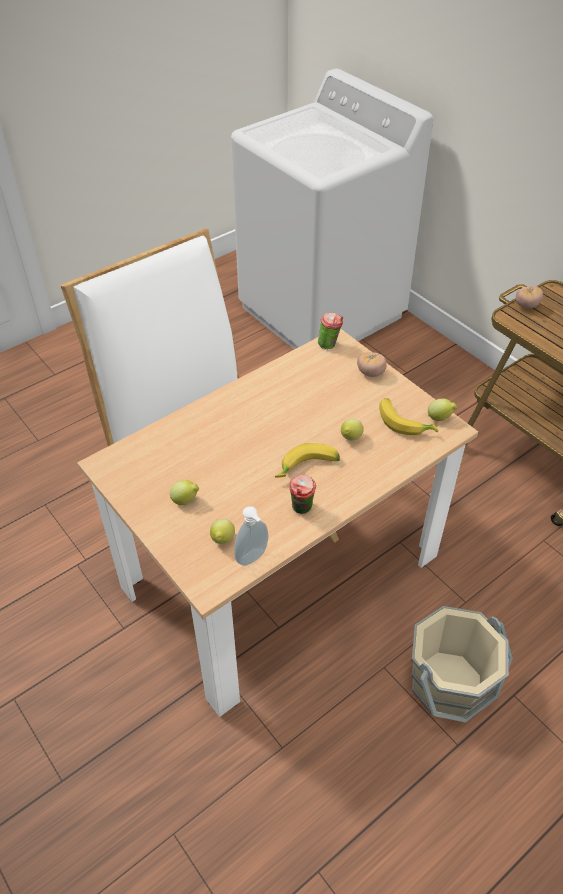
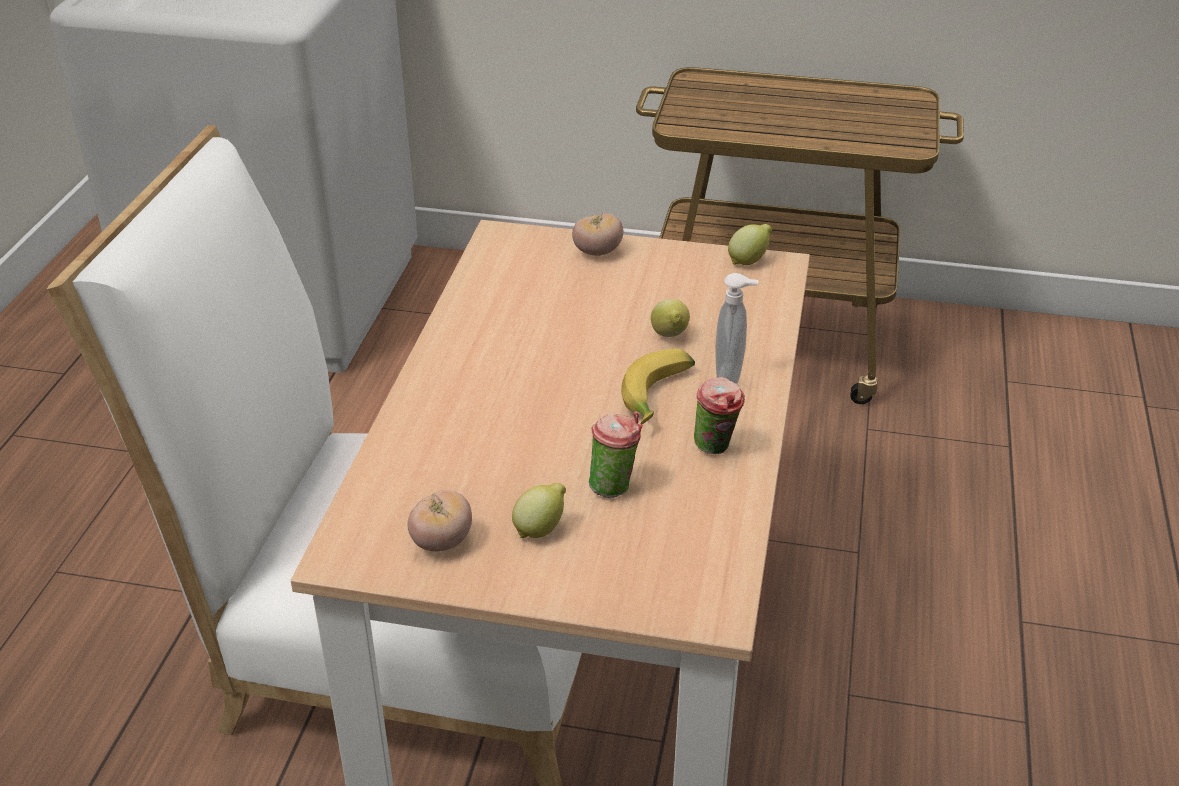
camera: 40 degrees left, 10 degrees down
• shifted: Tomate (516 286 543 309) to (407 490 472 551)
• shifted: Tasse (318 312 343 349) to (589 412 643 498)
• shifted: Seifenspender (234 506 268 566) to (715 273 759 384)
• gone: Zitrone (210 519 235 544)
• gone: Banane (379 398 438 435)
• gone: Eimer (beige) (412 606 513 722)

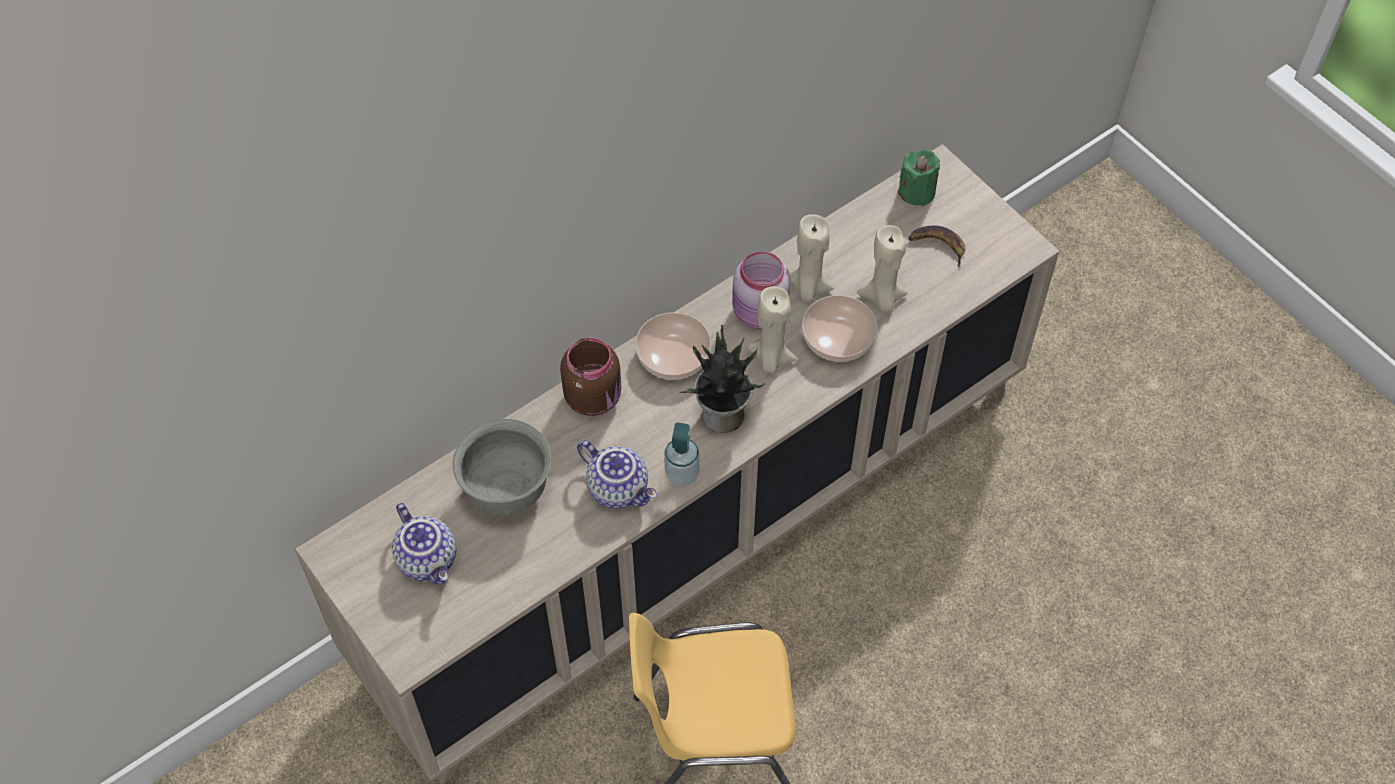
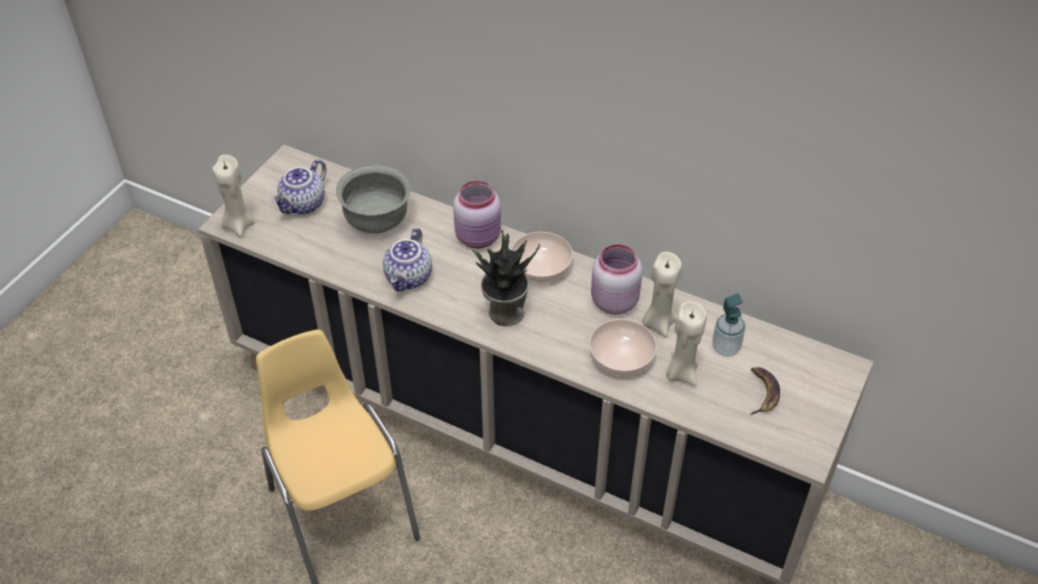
camera: 65 degrees right, 10 degrees down
• shifted: Kerze (beige) (747 286 797 374) to (212 155 255 237)
• repainted: Vorratsglas (braun) (560 337 622 416) to Vorratsglas (rosa) (453 181 501 249)
• shifted: Seifenspender (664 422 699 486) to (712 293 745 357)
• gone: Kerze (grün) (898 149 940 206)

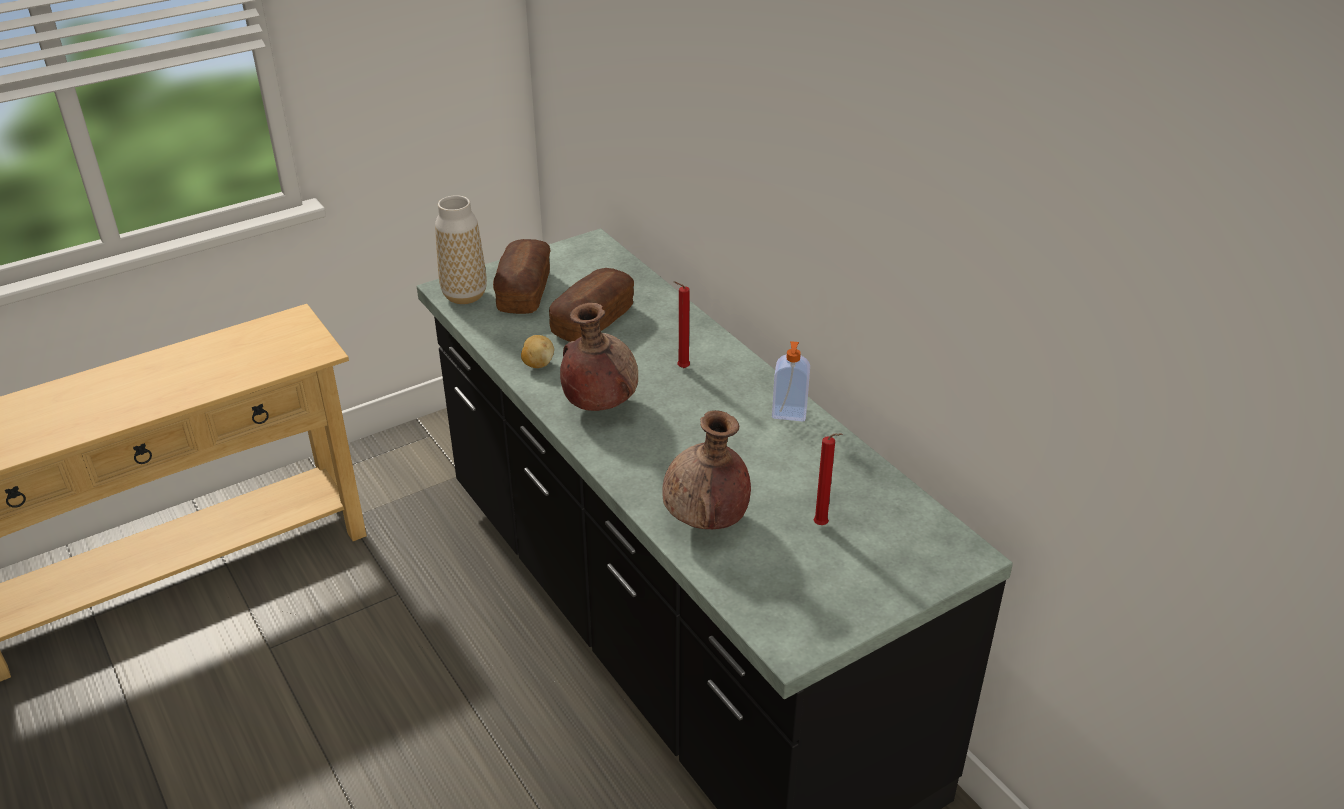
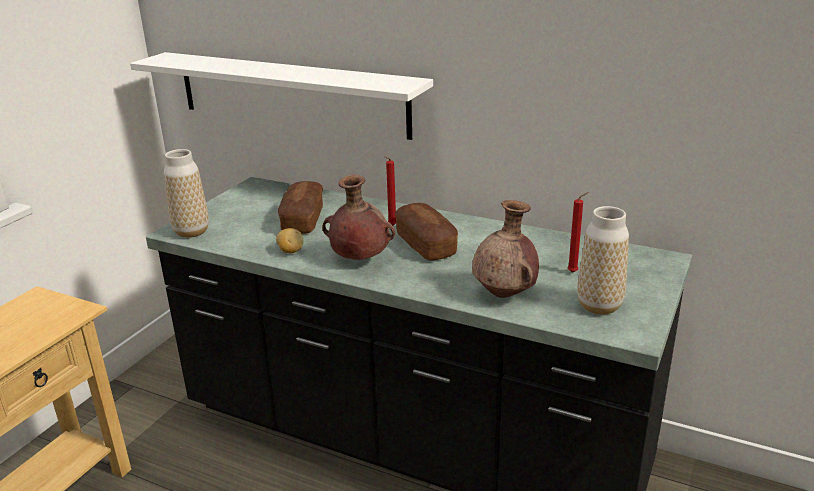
camera: 30 degrees left, 10 degrees down
• new: Wandregal (weiß) (130 52 433 140)
• shifted: Brot (493 239 550 314) to (395 203 458 261)
• new: Vase (577 206 629 315)
• gone: Seifenspender (772 341 810 421)

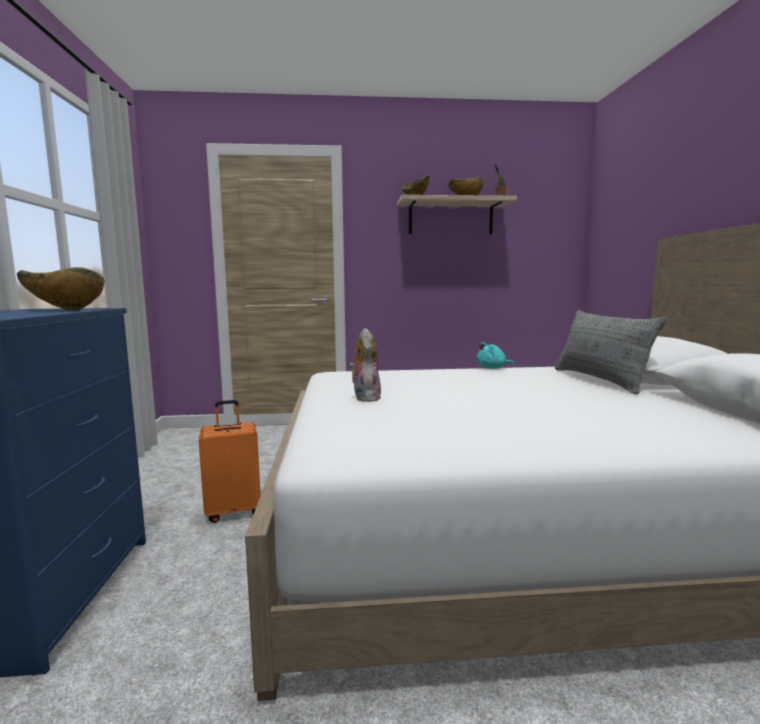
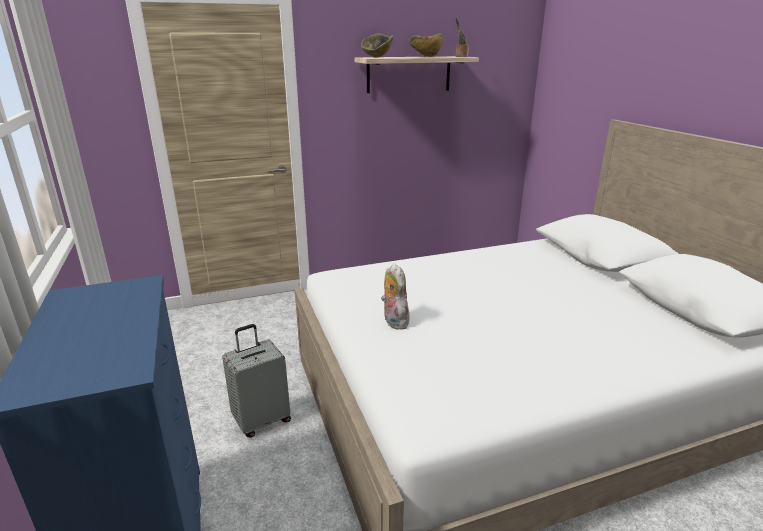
camera: 15 degrees left, 15 degrees up
• repainted: Koffer (orange) (199 400 261 523) to Koffer (grau) (222 324 291 437)
• gone: Schüssel (17 267 105 310)
• gone: Plüschtier (türkis) (477 342 514 369)
• gone: Kissen (grau) (555 310 667 394)

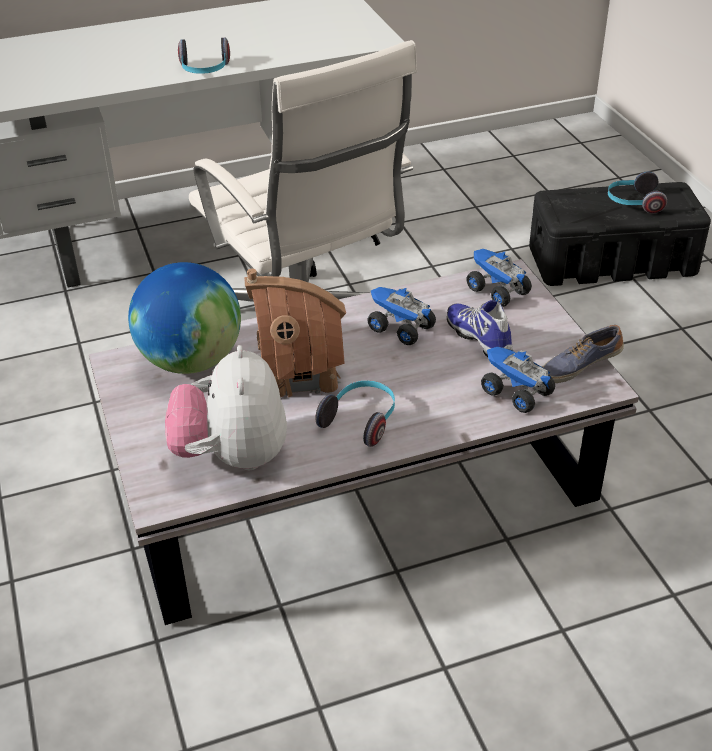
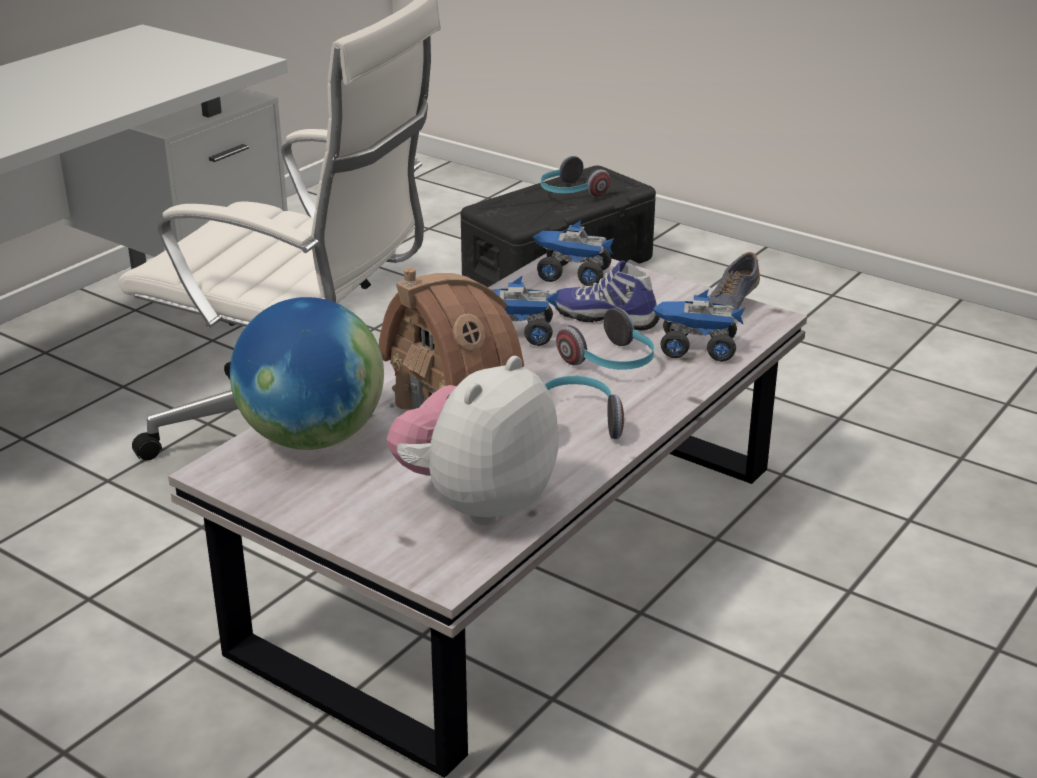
camera: 35 degrees left, 10 degrees down
• rotated: Plüschtier (165 345 287 470) = (387 356 559 526) 75 degrees clockwise
• shifted: Kopfhörer (178 37 230 74) to (556 307 654 370)

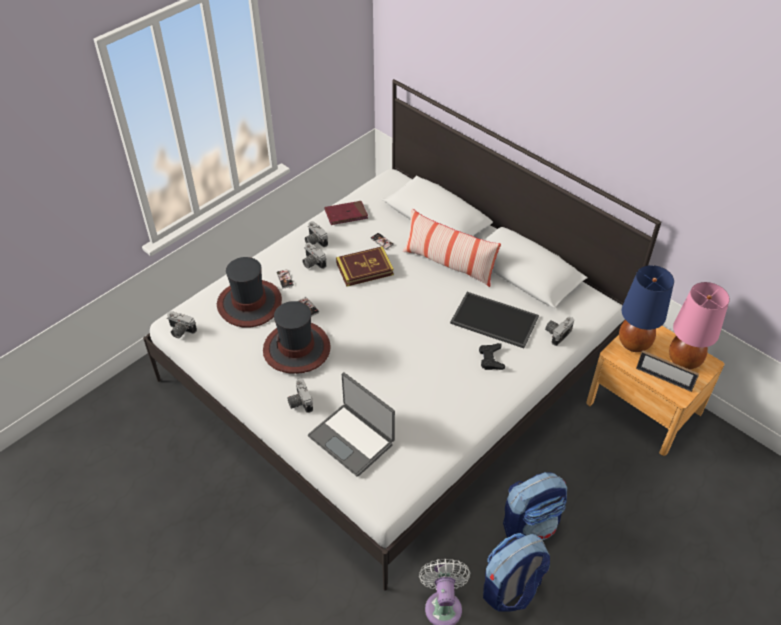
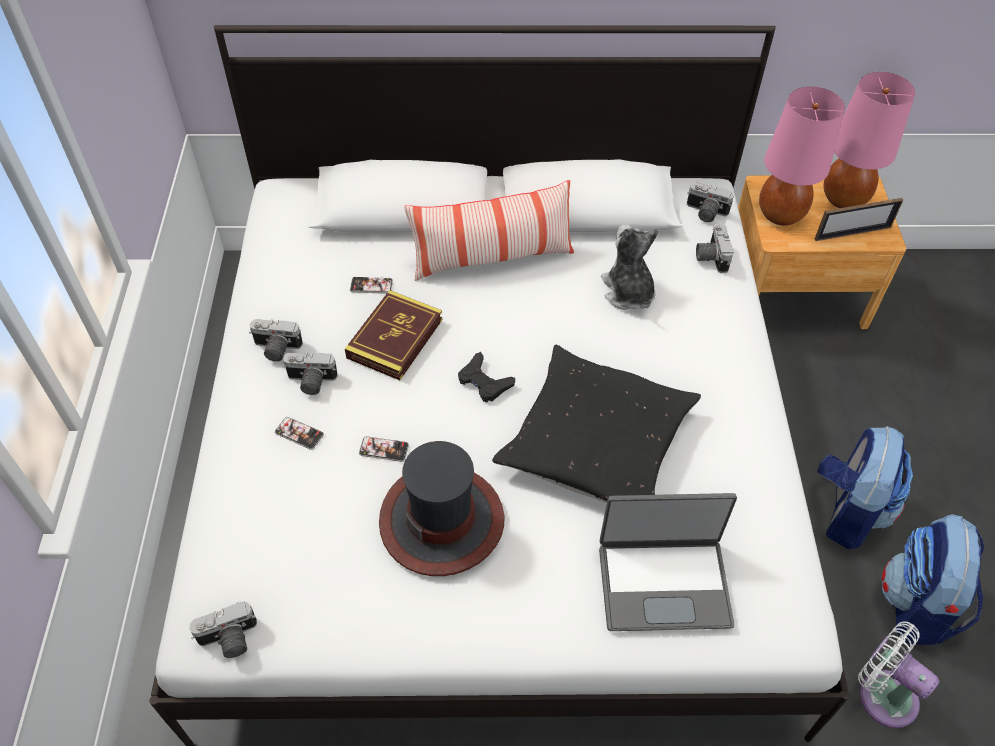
camera: 45 degrees left, 5 degrees up
• shifted: Gamepad (schwarz) (479 343 505 370) to (458 352 515 402)
• new: Kissen (schwarz) (492 344 701 503)
• swapped: Tablett (450 292 539 348) to Plüschtier (601 224 659 310)
• shifted: Kamera (287 378 313 413) to (687 182 734 222)
• repainted: Tischlampe (blau) (619 265 674 352) to Tischlampe (rosa) (759 86 845 226)
• gone: Hut (217 257 282 328)
• gone: Buch (rot) (325 201 368 225)

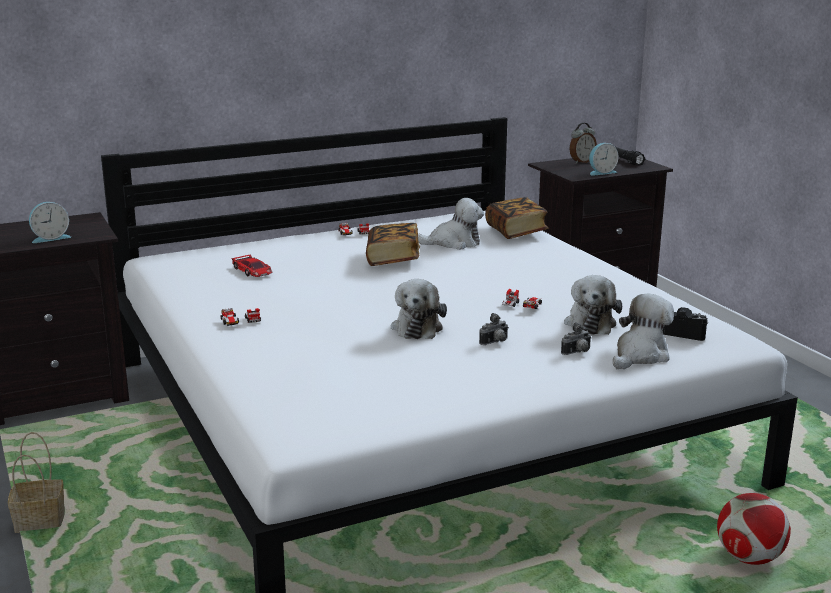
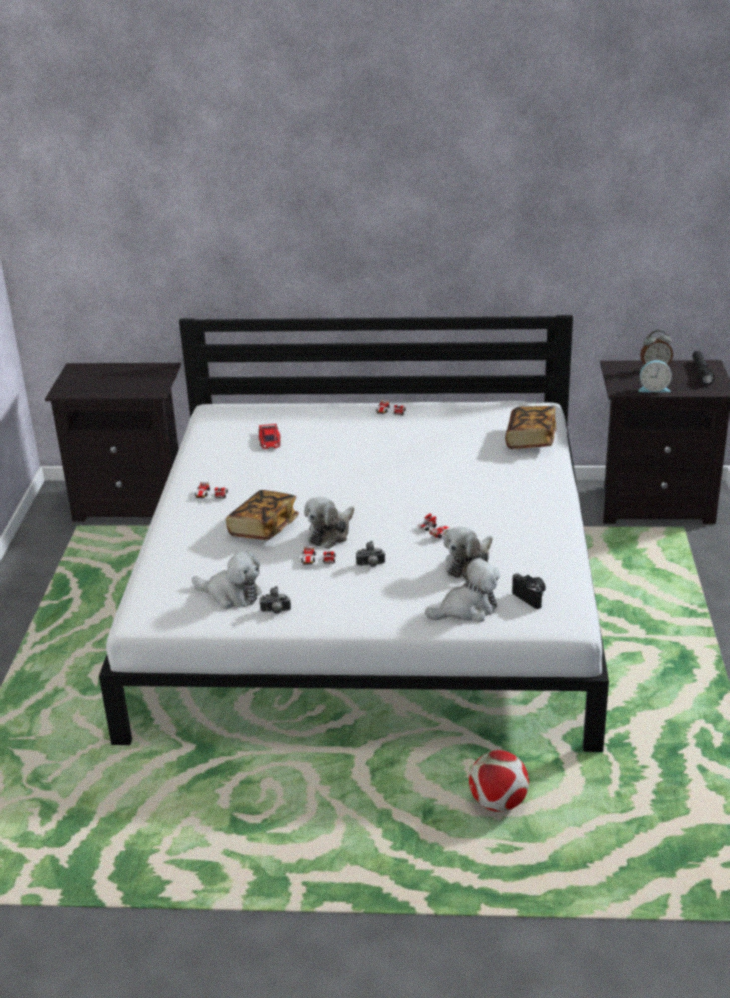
camera: 30 degrees right, 10 degrees up
• shifted: Plüschtier (418 198 484 250) to (192 551 262 609)
• shifted: Buch (366 223 420 266) to (226 490 299 540)
• shifted: Kamera (561 322 591 355) to (259 586 291 614)
• new: Spielzeugauto (301 546 335 565)
• gone: Korb (8 432 65 533)
• gone: Wecker (29 202 71 243)

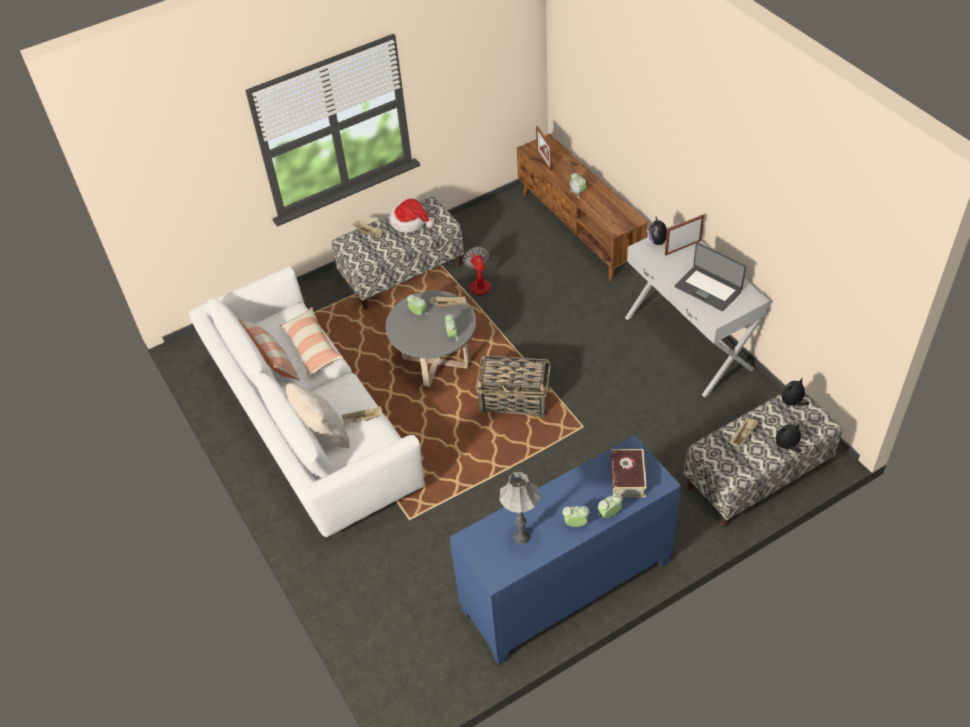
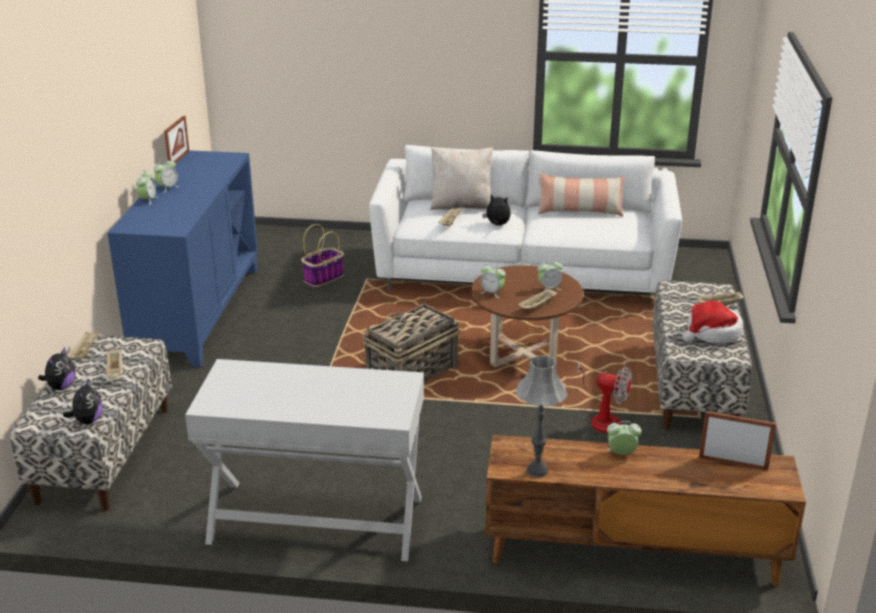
camera: 125 degrees right, 20 degrees down
• new: Tablett (beige) (66 331 101 359)
• shifted: Bilderrahmen (665 215 704 255) to (164 115 189 163)
• new: Korb (301 224 344 287)
• repainted: Couchtisch (grau) (386 291 476 387) to Couchtisch (braun) (471 265 583 368)
• shifted: Plüschtier (648 217 667 245) to (482 195 511 226)
• shifted: Tischlampe (grau) (499 472 540 544) to (516 355 568 477)
• gone: Kissen (280 307 343 377)
• gone: Buch (610 449 647 497)
• gone: Laptop (675 242 746 311)

